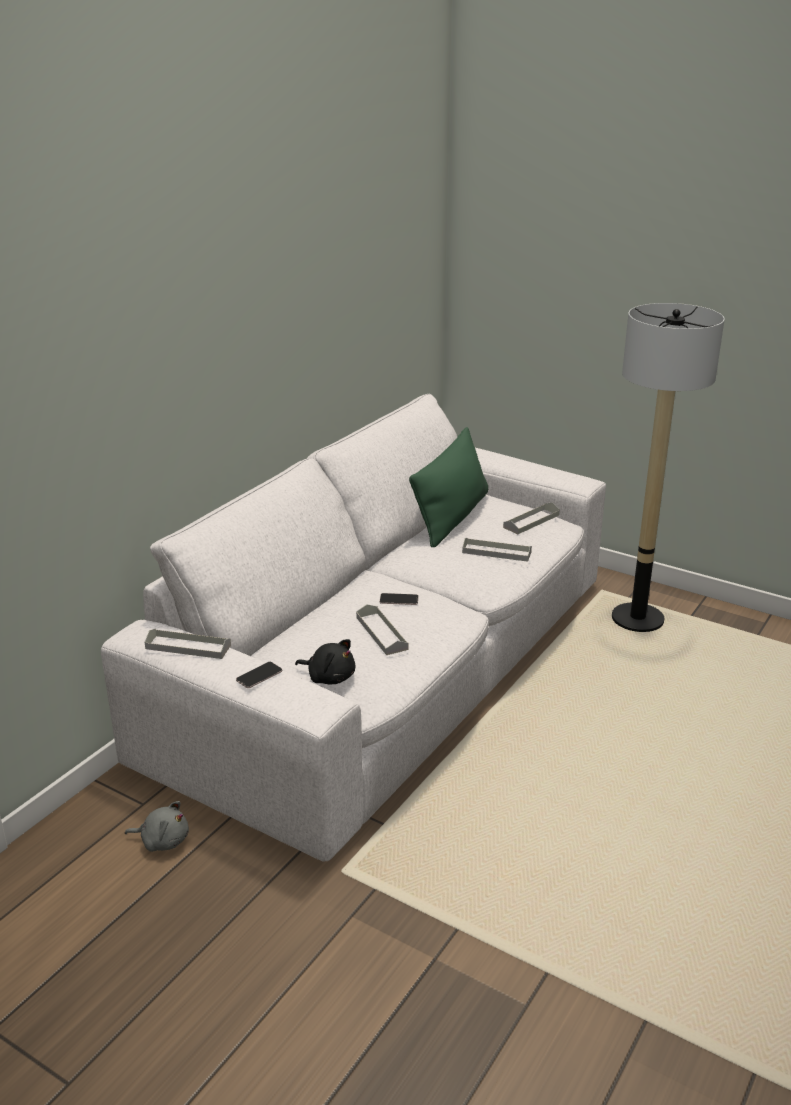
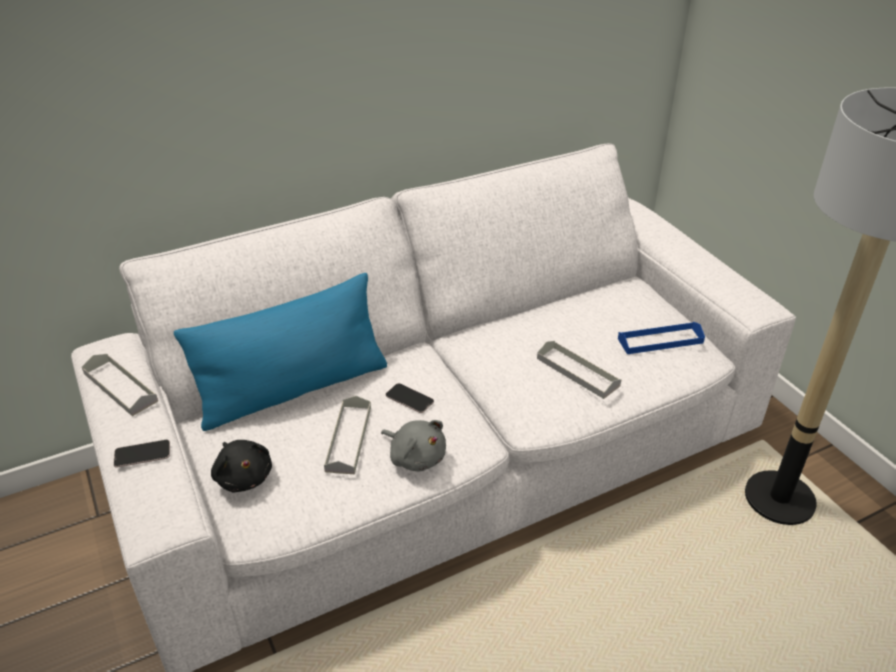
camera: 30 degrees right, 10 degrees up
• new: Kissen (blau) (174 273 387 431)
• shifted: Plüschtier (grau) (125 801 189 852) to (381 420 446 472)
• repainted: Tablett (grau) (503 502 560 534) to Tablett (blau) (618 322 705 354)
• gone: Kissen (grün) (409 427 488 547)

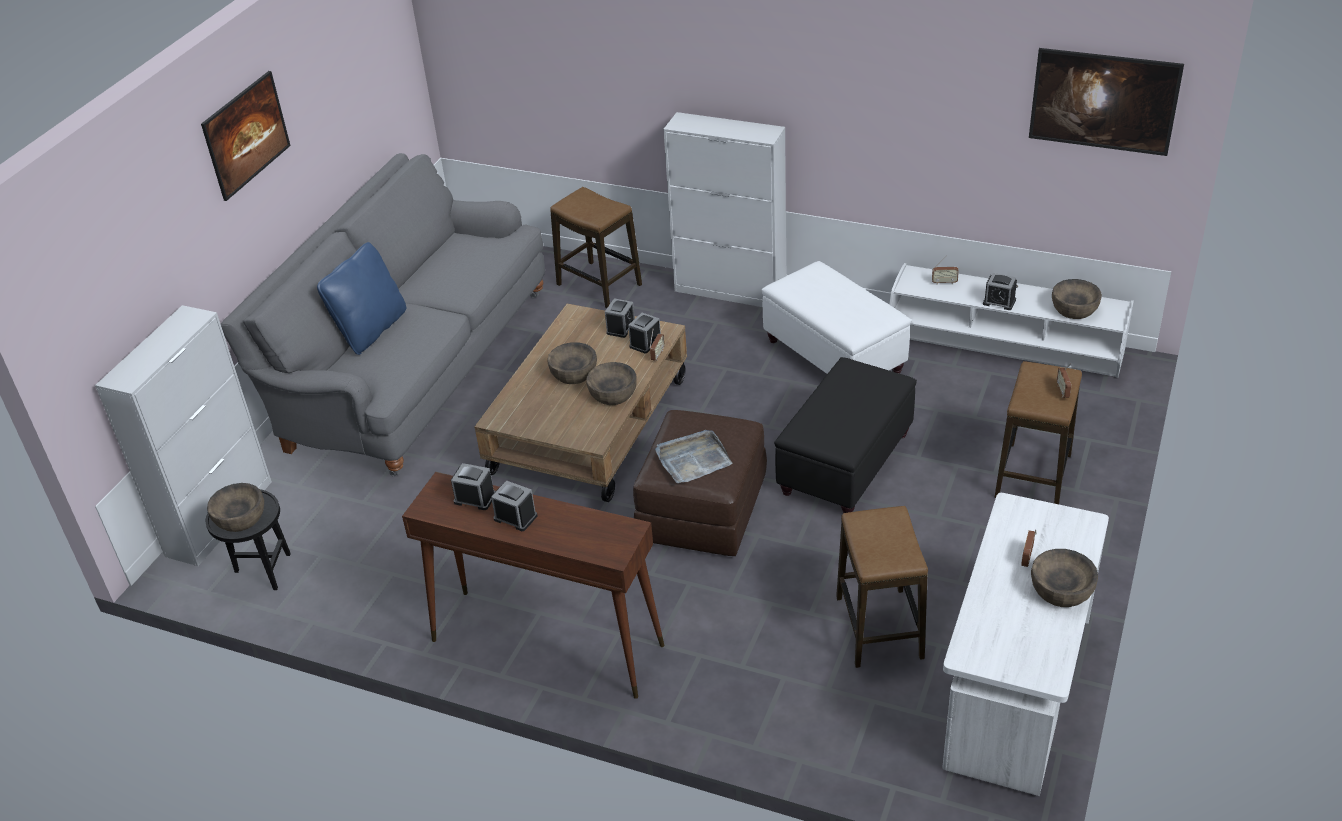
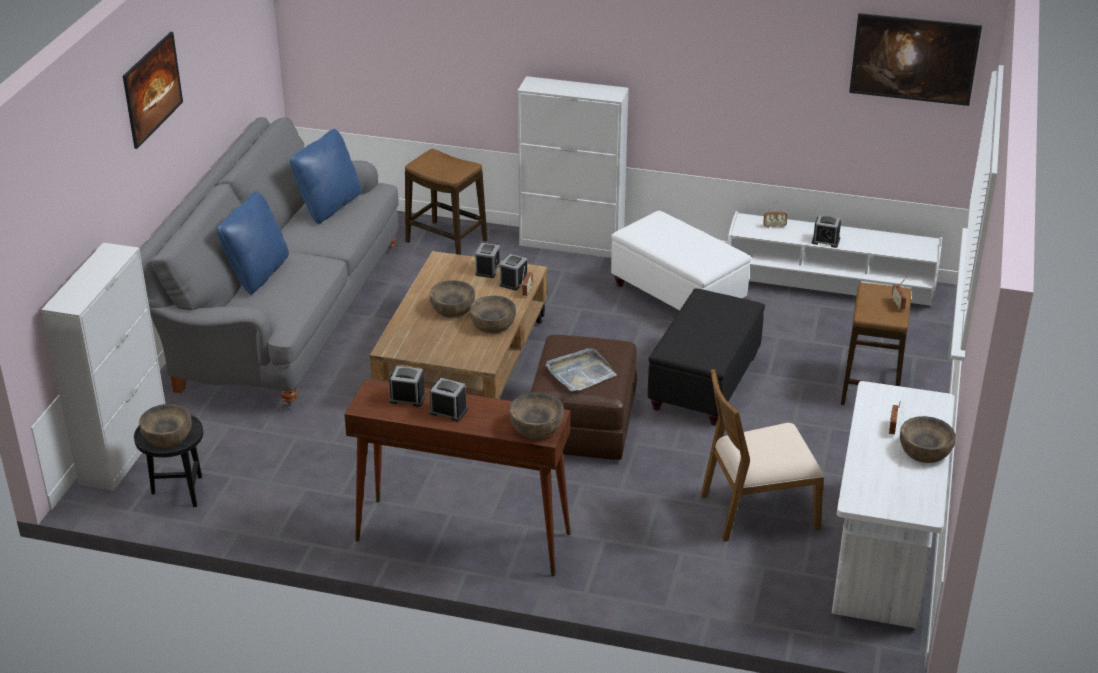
camera: 10 degrees left, 5 degrees down
• new: Kissen (blau) (290 129 361 224)
• shifted: Schüssel (braun) (1052 279 1102 319) to (509 392 564 439)
• swapped: Hocker (836 506 928 668) to Stuhl (braun) (701 369 824 542)

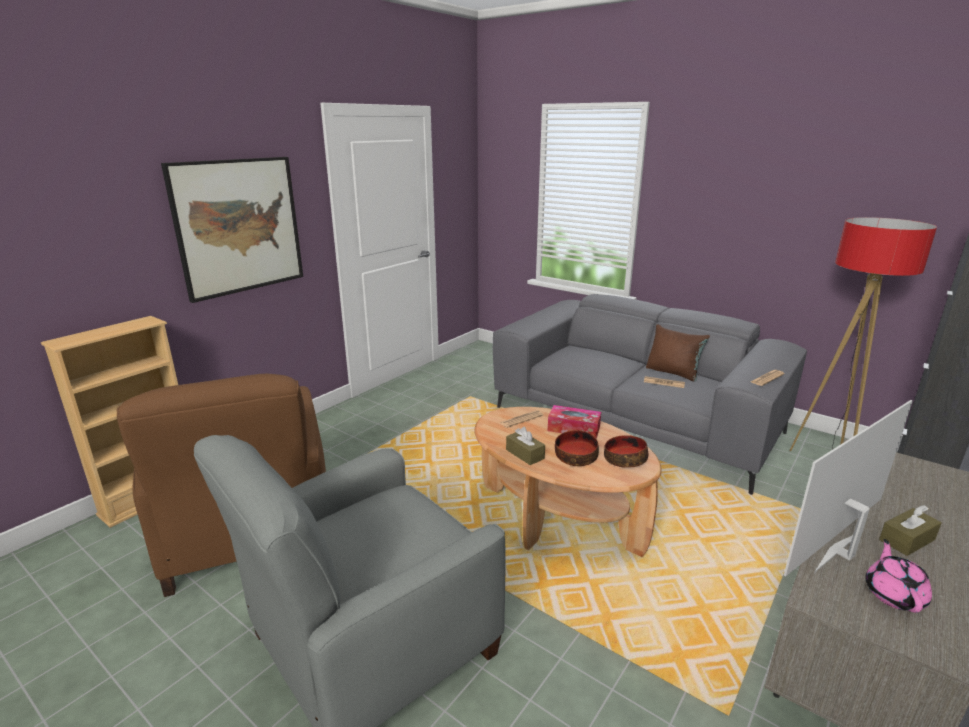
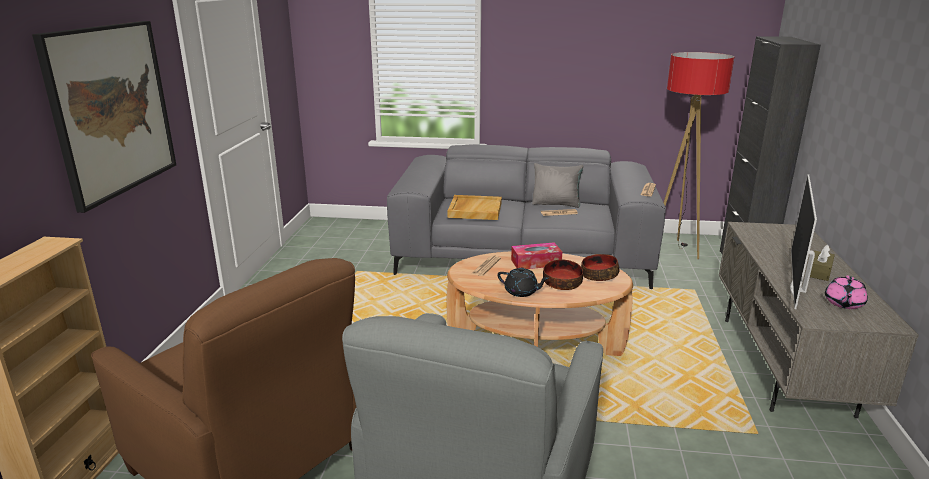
camera: 30 degrees left, 0 degrees up
• new: Tablett (beige) (447 195 502 220)
• swapped: Taschentuchbox (braun) (506 427 545 465) to Teekanne (schwarz) (498 267 549 297)
• repainted: Kissen (braun) (646 324 710 382) to Kissen (grau) (532 163 584 208)
• rotated: Teekanne (rosa) (865 539 932 613) = (825 276 868 309) 135 degrees counterclockwise

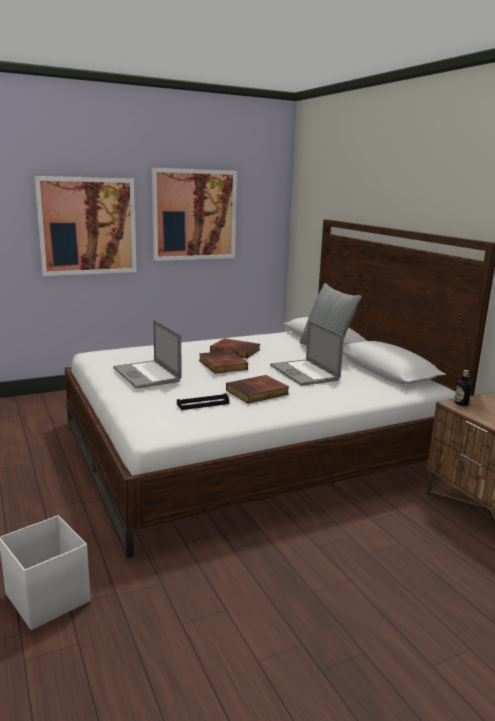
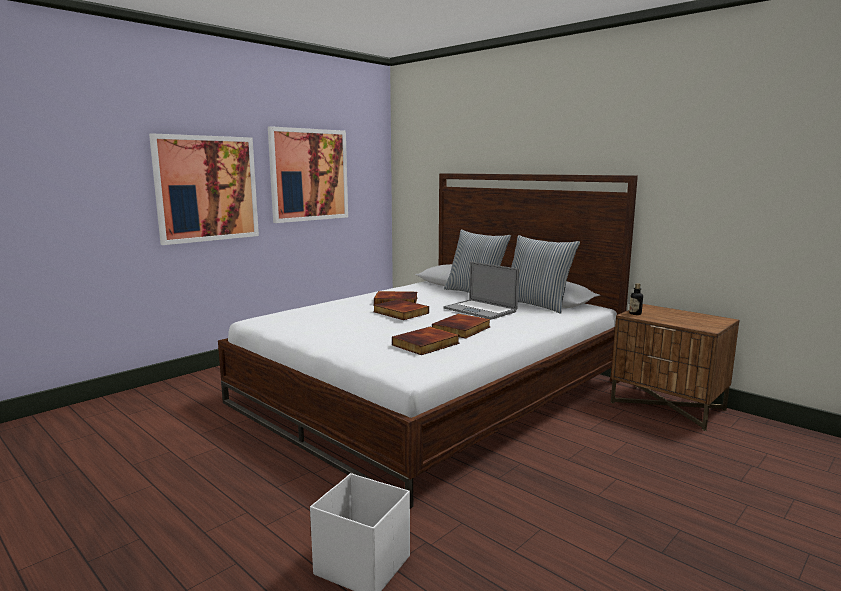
camera: 20 degrees left, 5 degrees down
• swapped: Tablett (schwarz) (177 393 229 410) to Buch (392 327 460 355)
• new: Kissen (511 235 580 314)
• gone: Laptop (113 319 182 389)

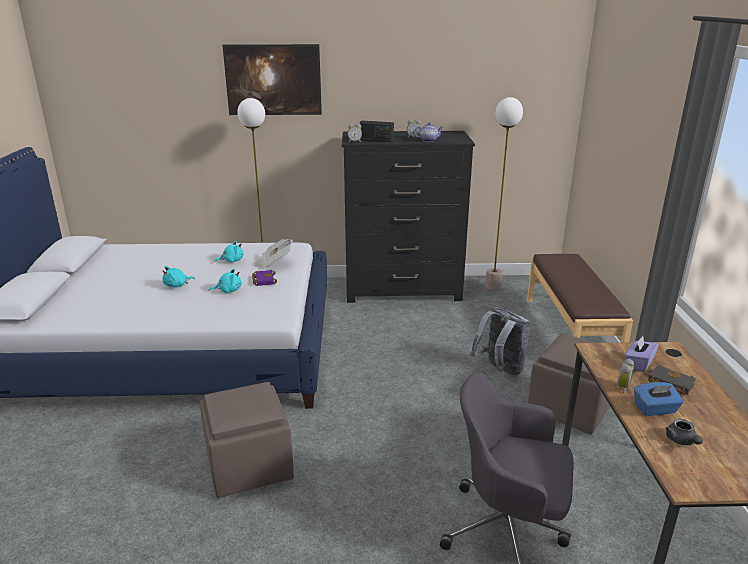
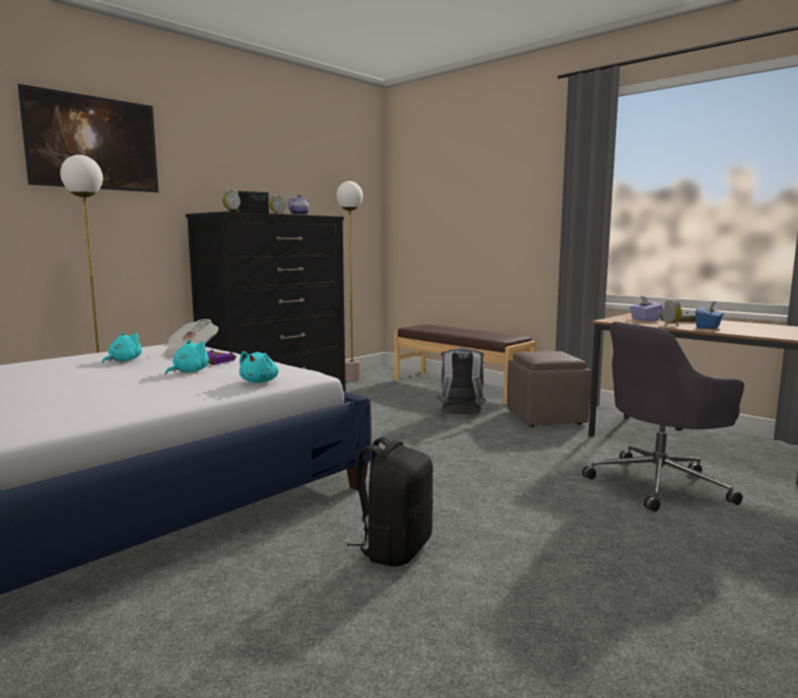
camera: 45 degrees left, 15 degrees down
• shifted: Plüschtier (türkis) (162 266 195 287) to (239 351 279 383)
• swapped: Polsterhocker (braun) (200 382 294 498) to Rucksack (schwarz) (347 437 433 567)
• gone: Teekanne (grau) (666 419 703 445)

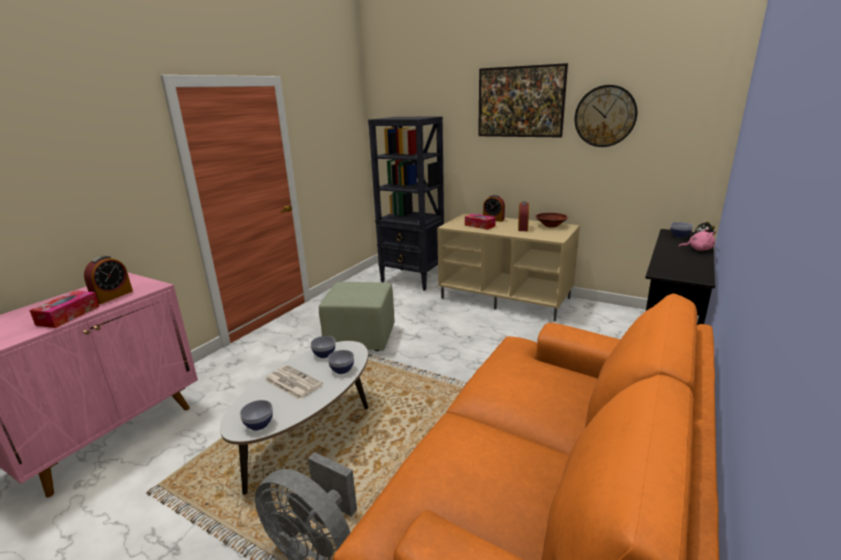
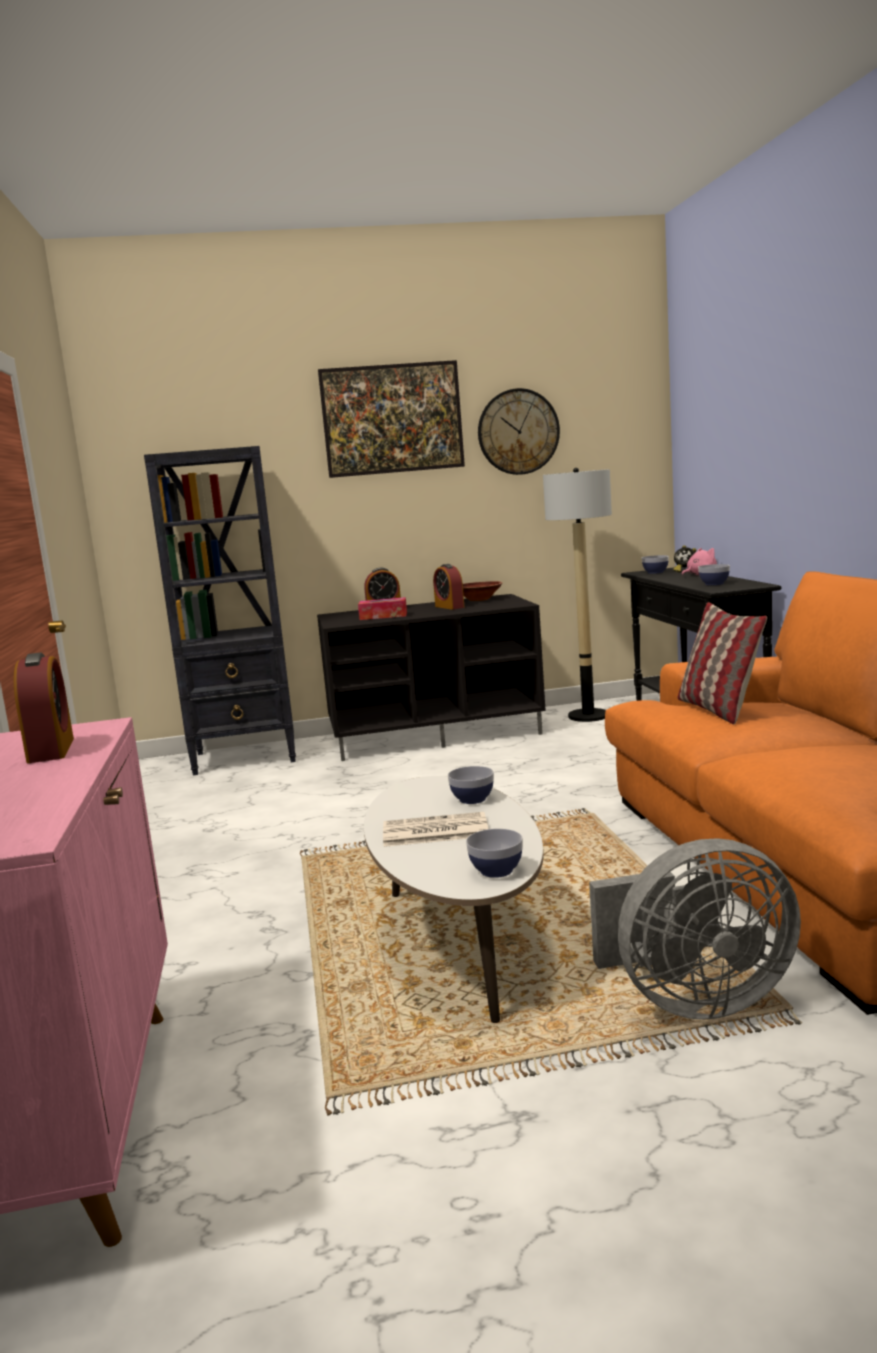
camera: 40 degrees left, 10 degrees down
• repainted: Fernsehschrank (beige) (437 214 580 322) to Fernsehschrank (schwarz) (317 594 546 761)
• new: Stehlampe (543 468 612 722)
• new: Kissen (677 602 767 724)
• shifted: Schüssel (310 336 336 358) to (698 564 730 585)
• gone: Taschentuchbox (29 290 100 328)
• gone: Polsterhocker (grün) (319 282 395 351)

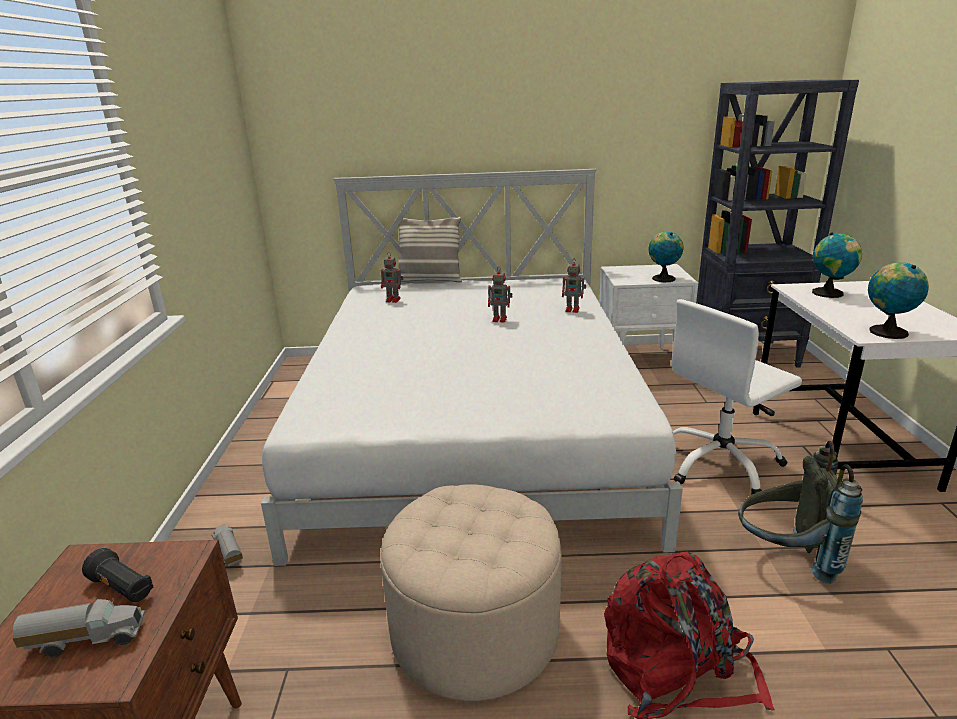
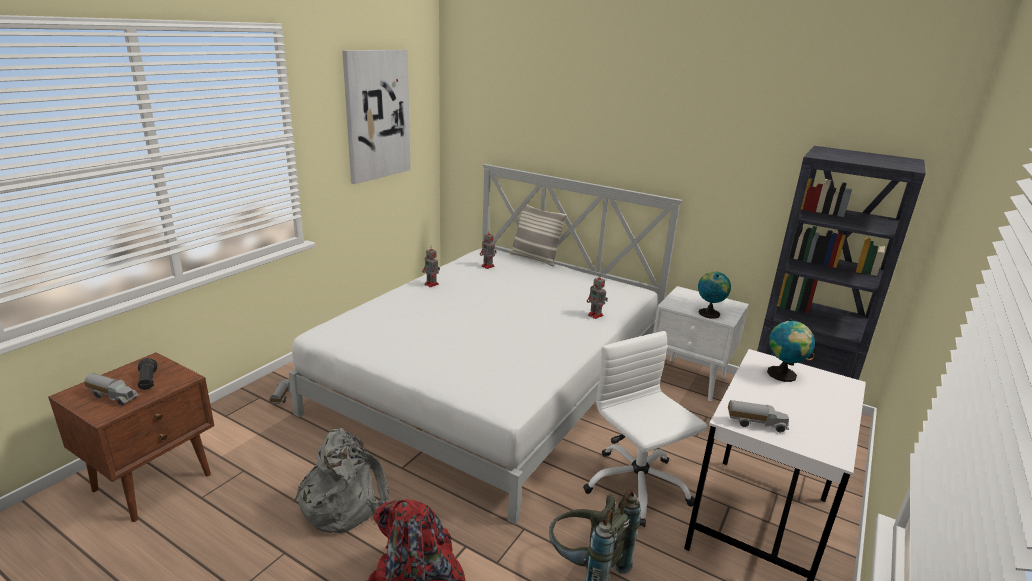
camera: 30 degrees right, 0 degrees up
• swapped: Polsterhocker (beige) (381 484 562 701) to Rucksack (grau) (293 428 389 533)
• new: Bild (342 50 411 184)
• shifted: Spielzeugroboter (488 267 513 322) to (422 246 440 287)
• rotated: Bürostuhl (weiß) (671 299 802 495) = (583 331 707 527) 60 degrees clockwise
• swapped: Globus (868 263 929 339) to Spielzeuglaster (728 400 789 432)

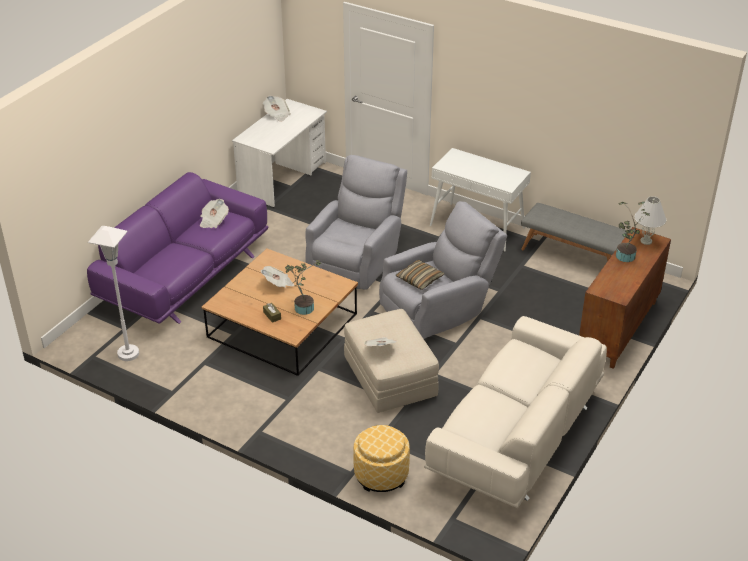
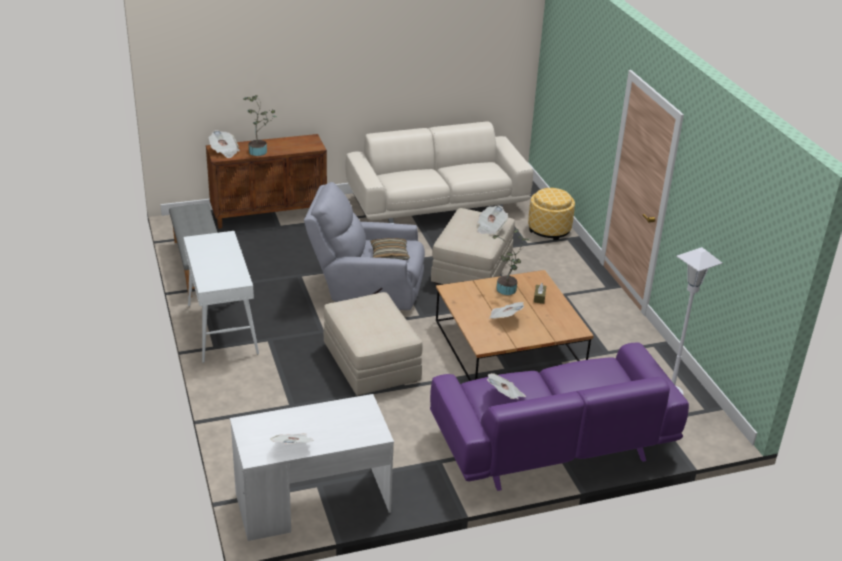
camera: 140 degrees left, 5 degrees down
• swapped: Tischlampe (weiß) (635 196 666 245) to Zeitung (208 130 240 158)
• swapped: Sessel (grau) (305 155 407 290) to Polsterhocker (beige) (324 292 423 396)

